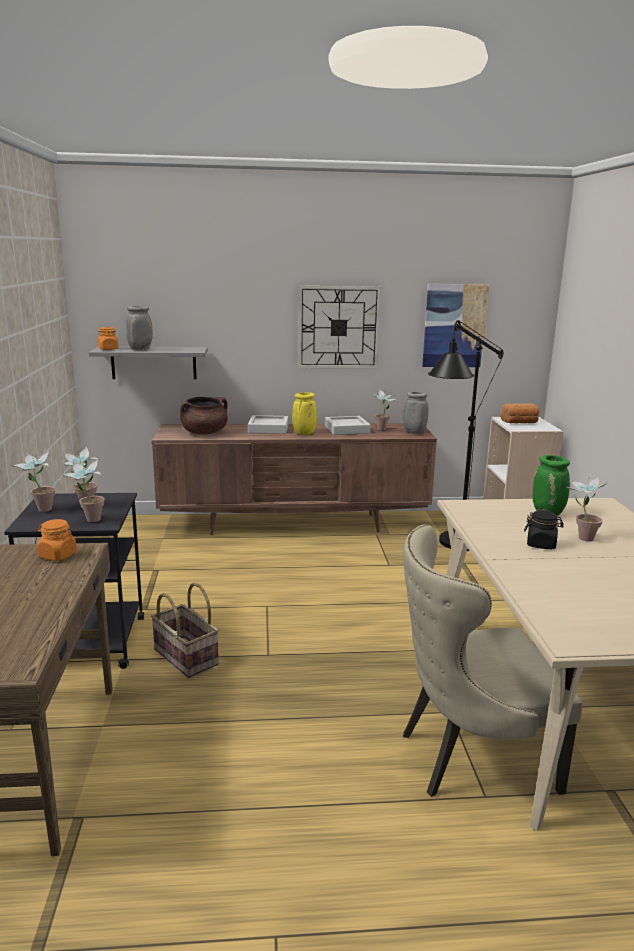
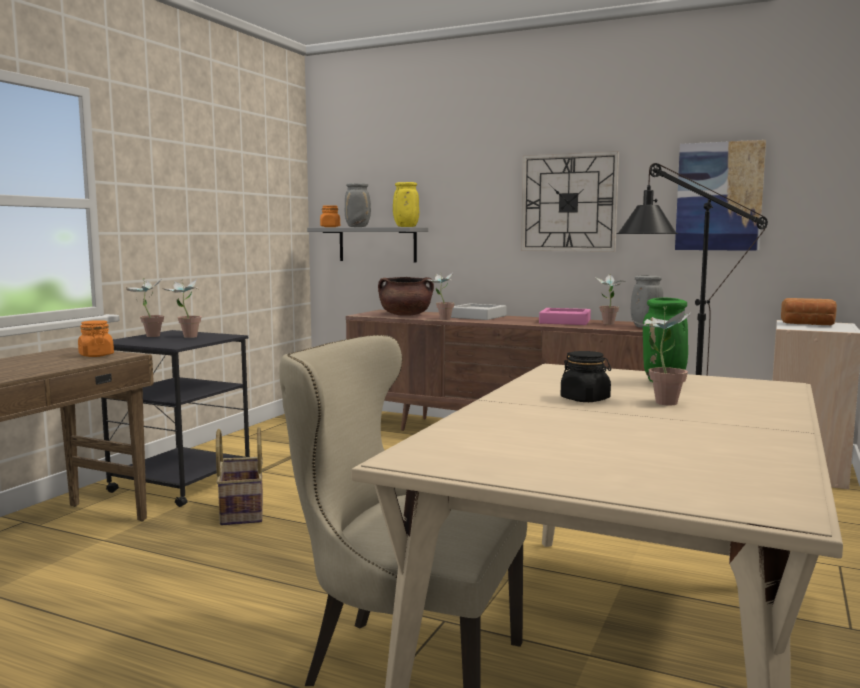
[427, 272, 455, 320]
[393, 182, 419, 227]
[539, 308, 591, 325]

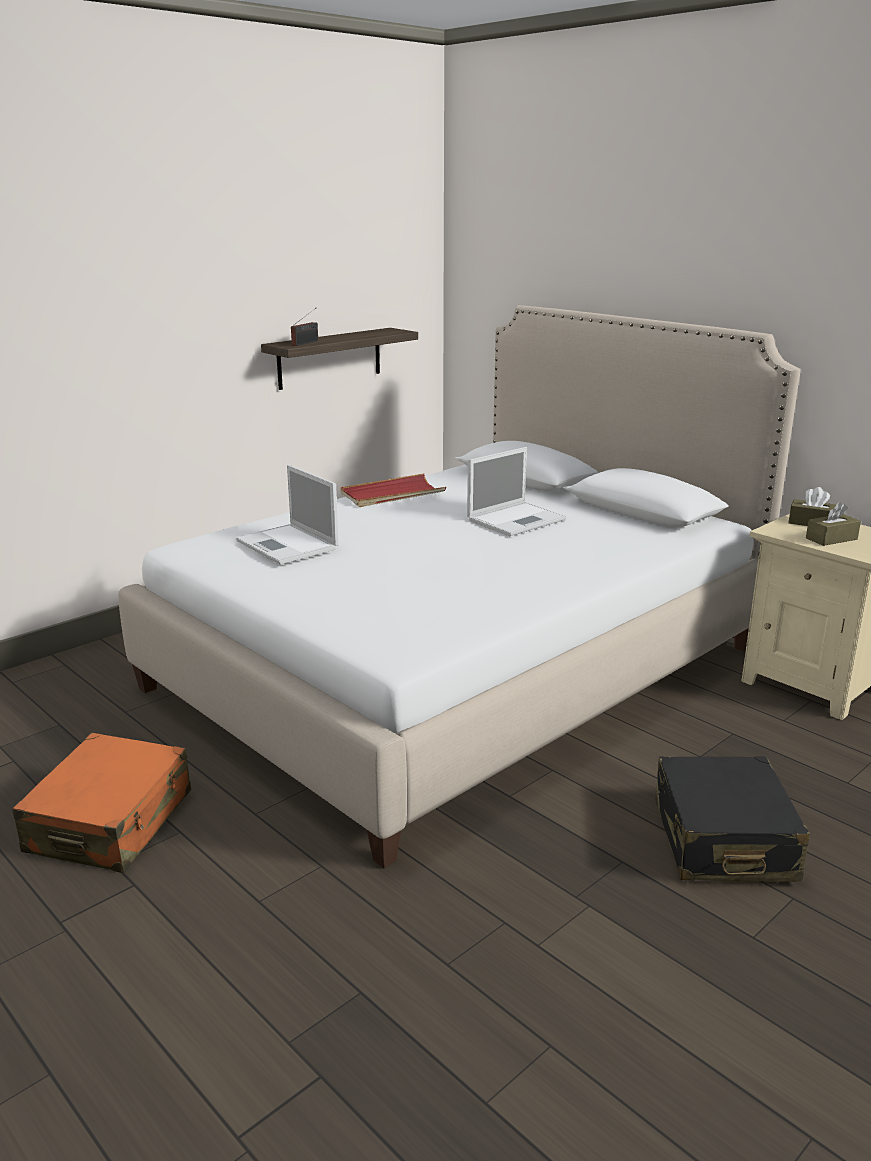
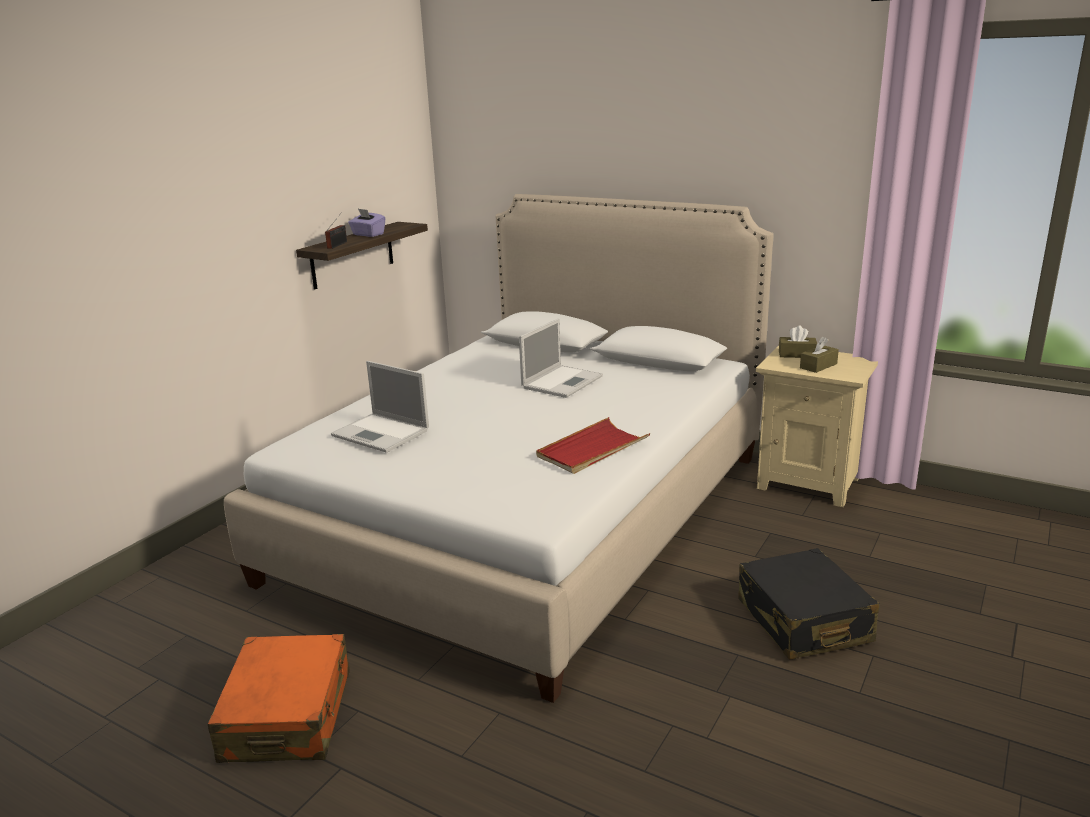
[348, 209, 386, 237]
[536, 417, 650, 474]

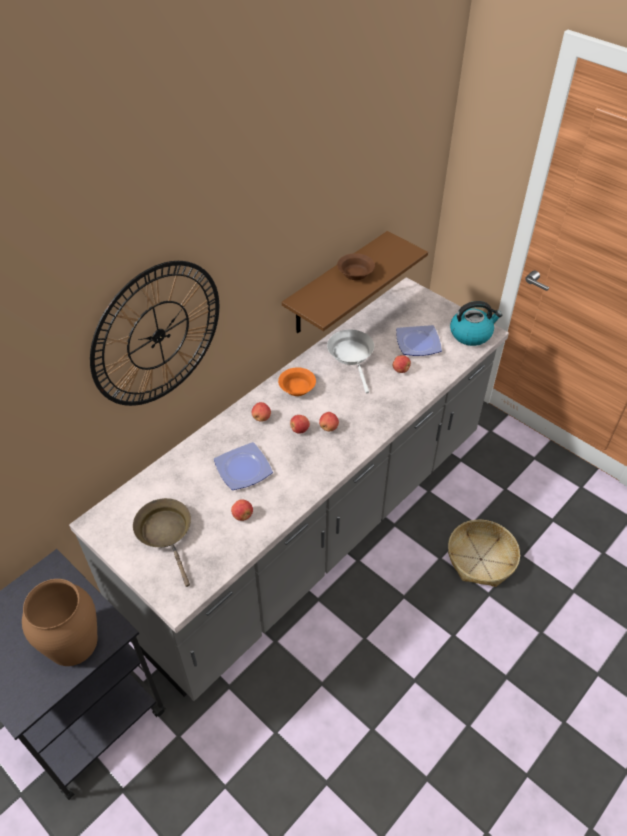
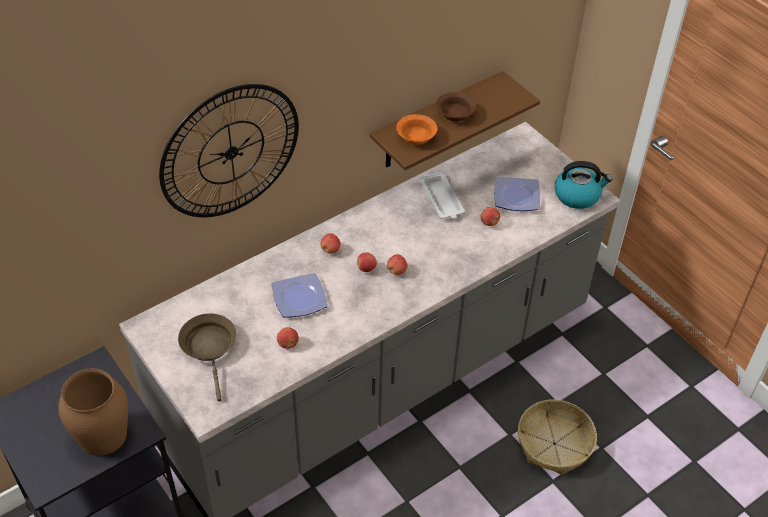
[396, 114, 437, 145]
[419, 172, 465, 219]

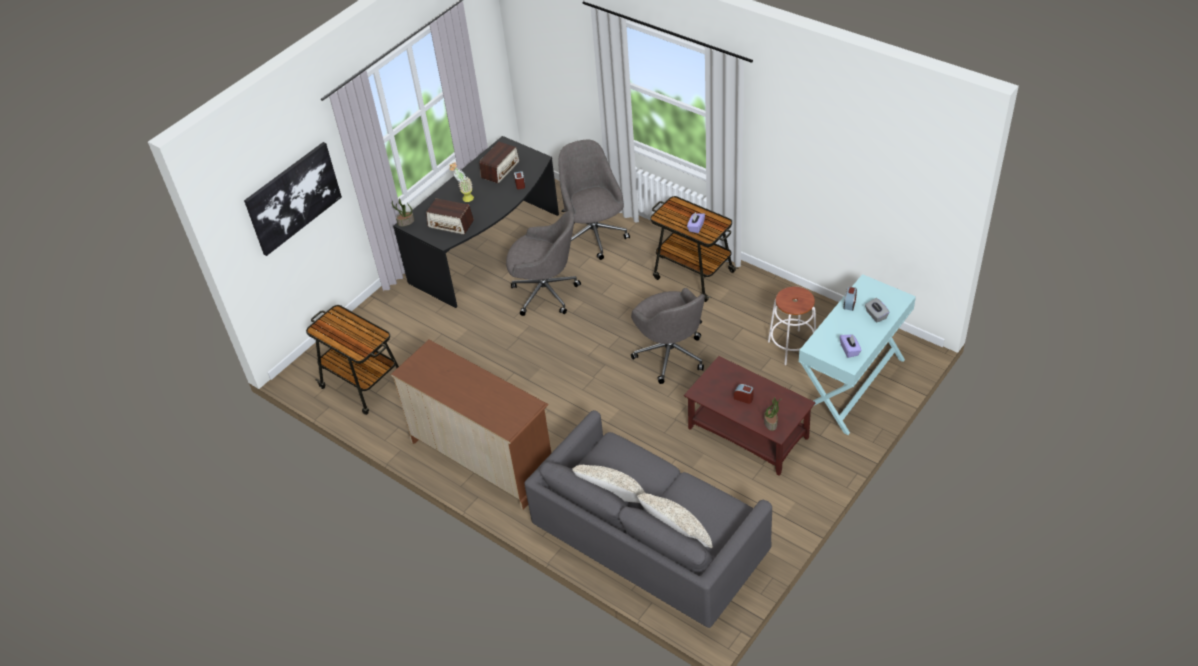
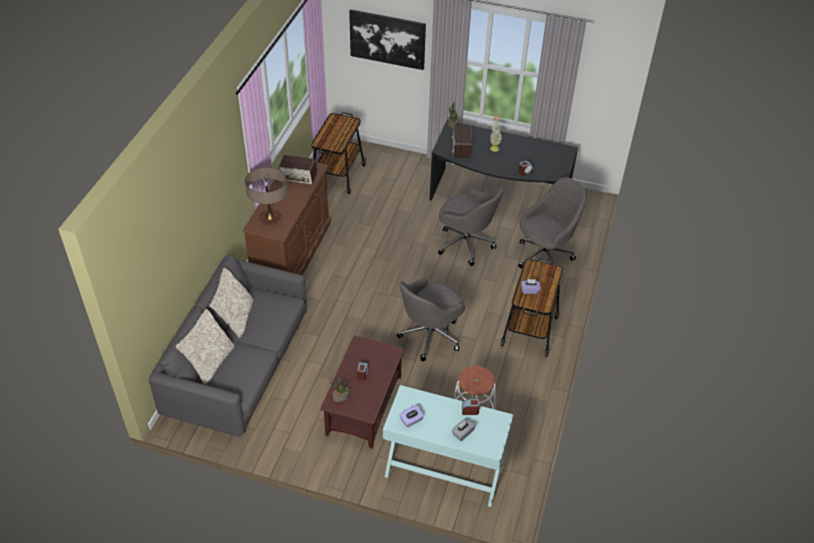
[245, 167, 288, 225]
[279, 155, 317, 185]
[438, 186, 504, 266]

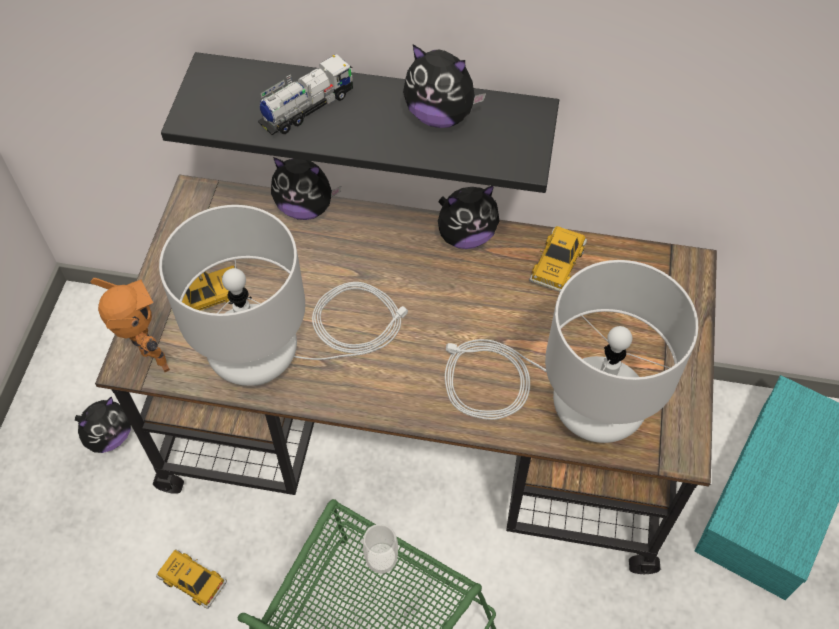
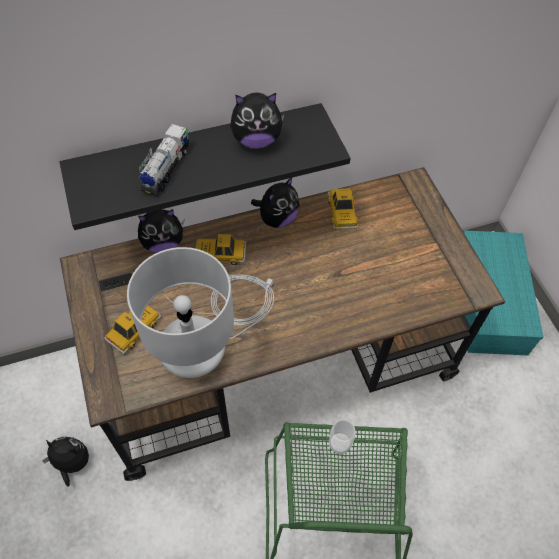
[91, 278, 170, 372] (first image)
[445, 260, 698, 443] (first image)
[195, 234, 246, 265]
[42, 437, 89, 486]

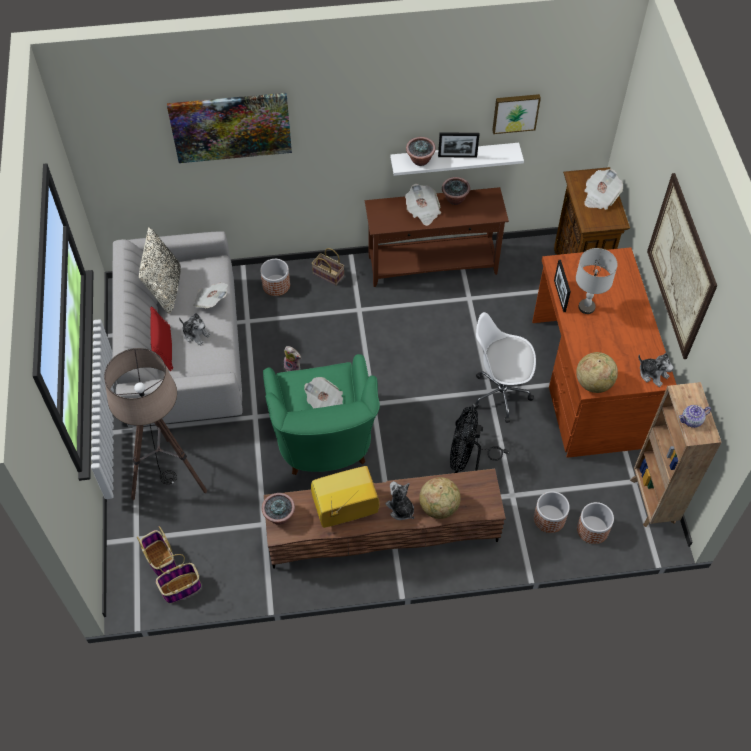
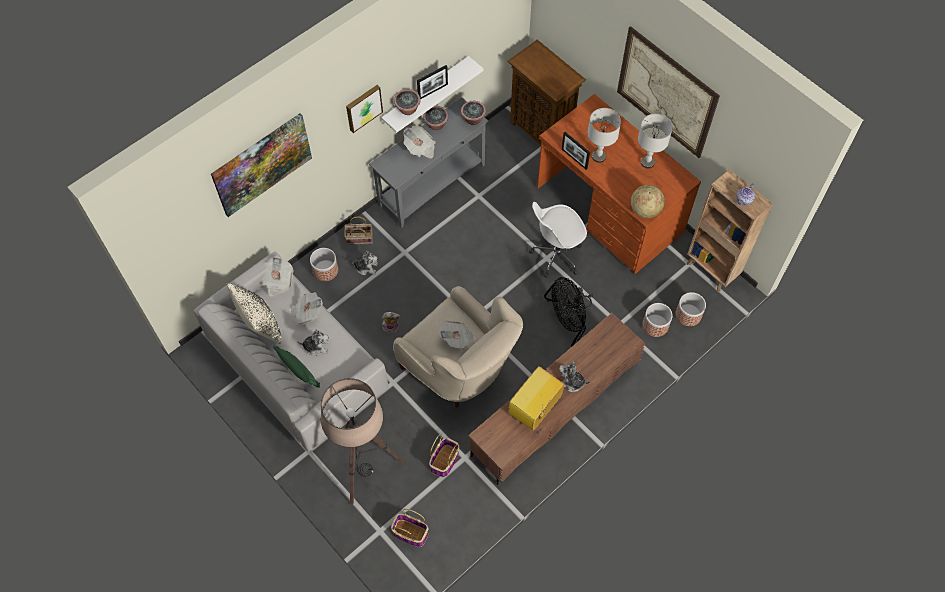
[419, 477, 461, 519] (first image)
[638, 114, 672, 169]
[429, 434, 459, 477]
[461, 101, 486, 125]
[346, 85, 383, 133]
[262, 256, 294, 297]
[349, 251, 378, 275]
[273, 346, 320, 388]
[393, 286, 523, 408]
[369, 97, 488, 228]

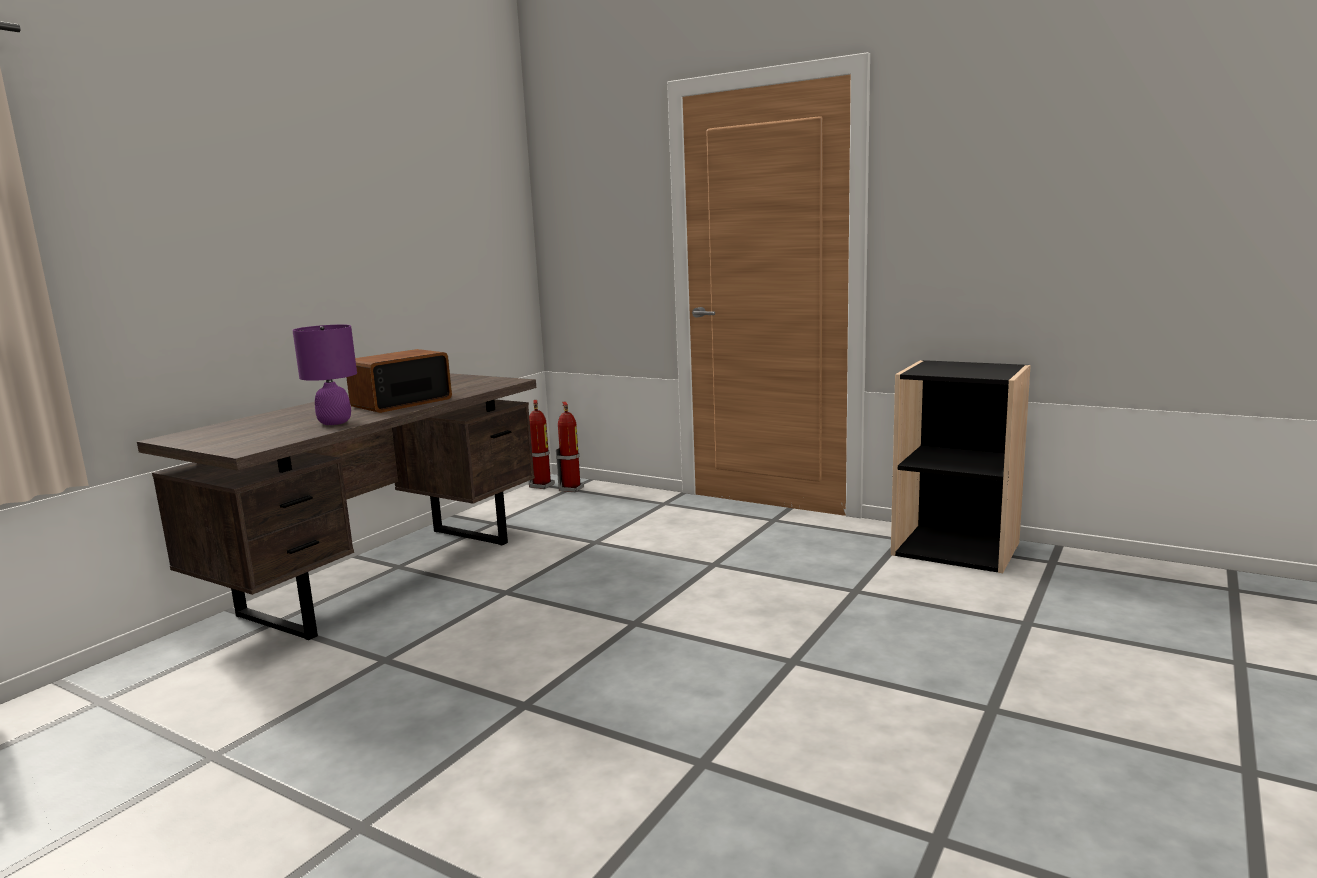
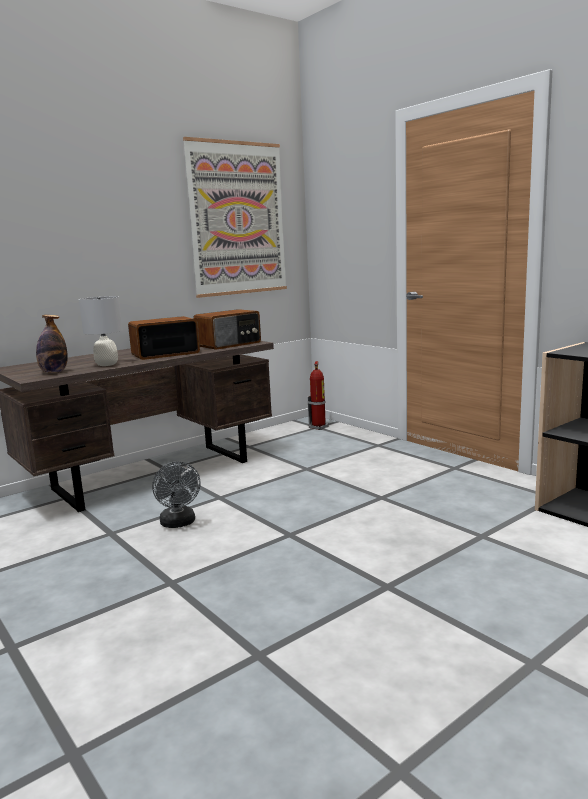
[529, 400, 555, 489] (first image)
[36, 315, 68, 373]
[152, 461, 201, 528]
[183, 137, 287, 298]
[193, 309, 261, 350]
[79, 296, 122, 366]

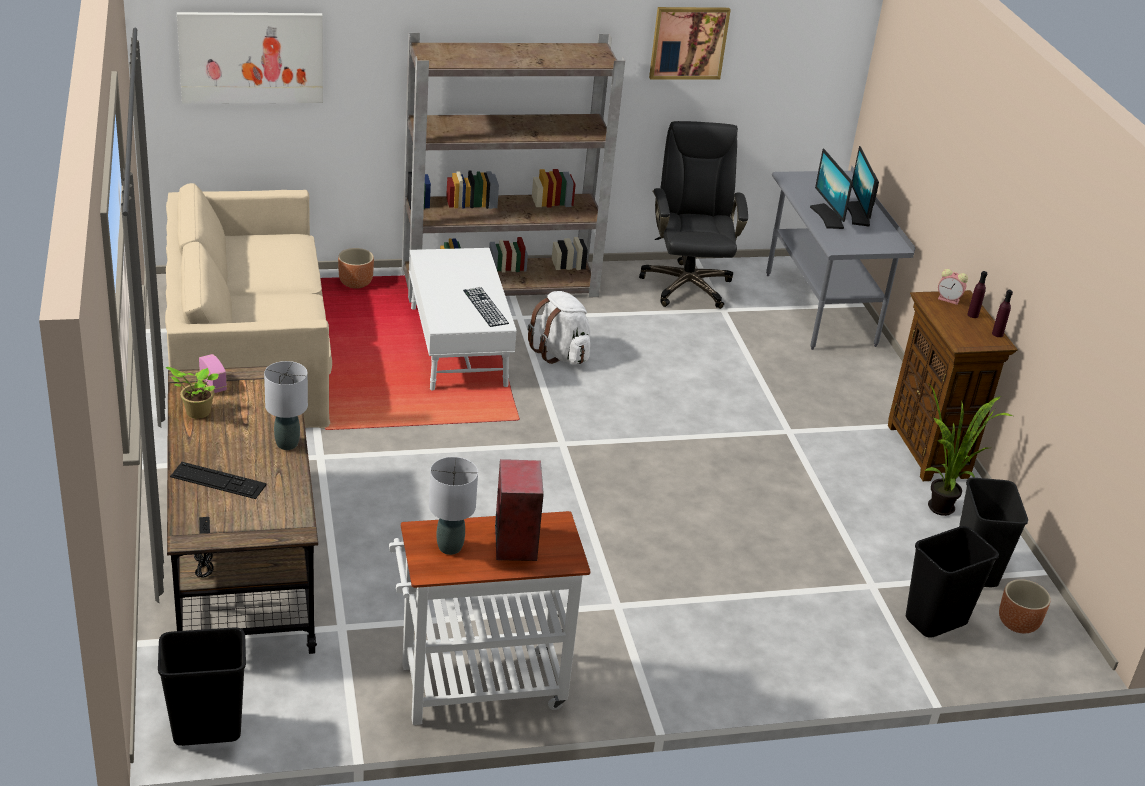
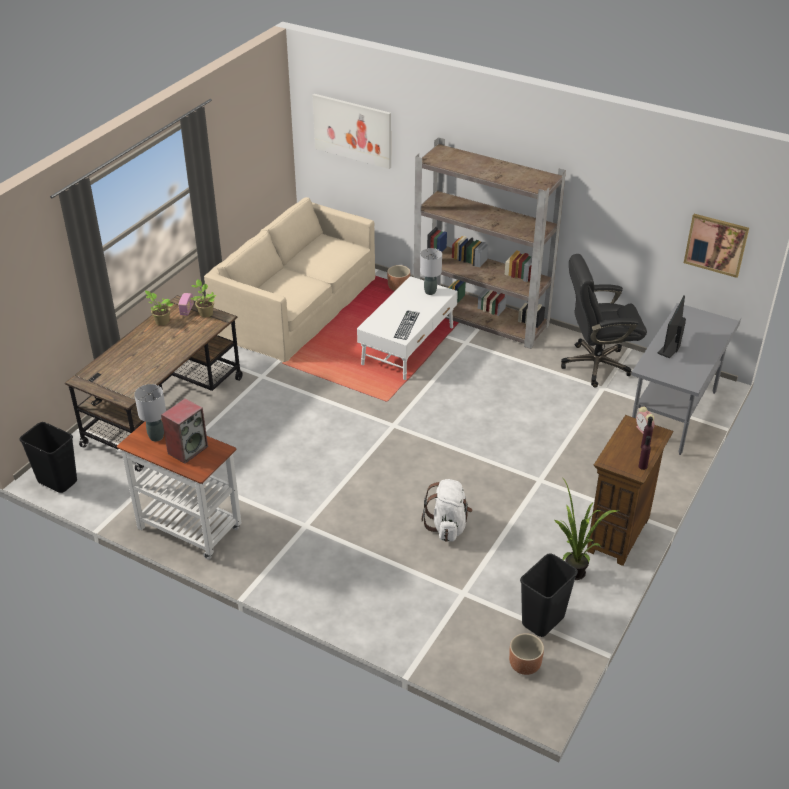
[170, 462, 267, 499] (first image)
[847, 146, 879, 227] (first image)
[906, 526, 999, 638] (first image)
[190, 279, 216, 317]
[420, 248, 442, 295]
[422, 479, 473, 542]
[684, 214, 749, 278]
[561, 254, 647, 387]

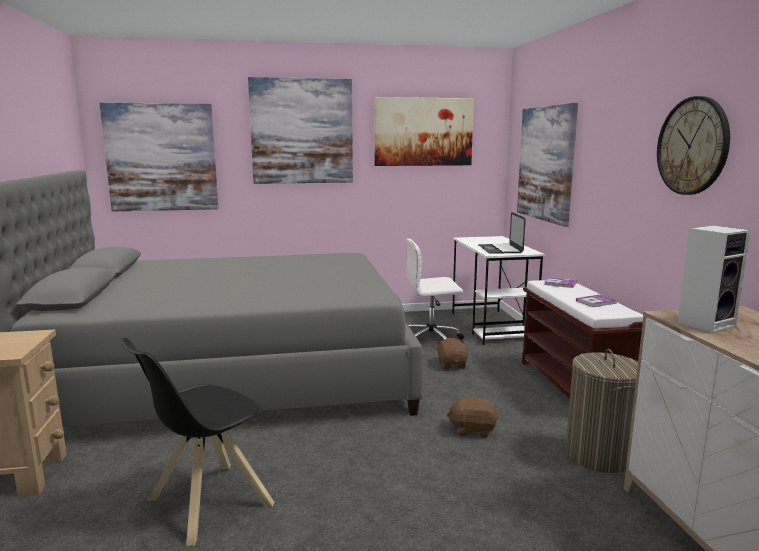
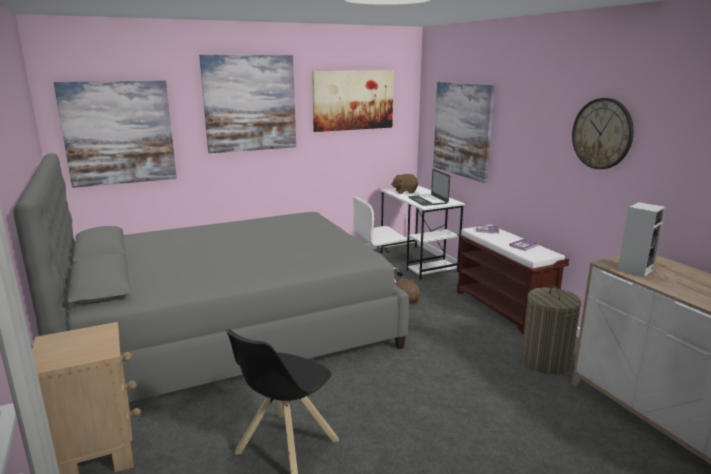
[391, 174, 418, 194]

